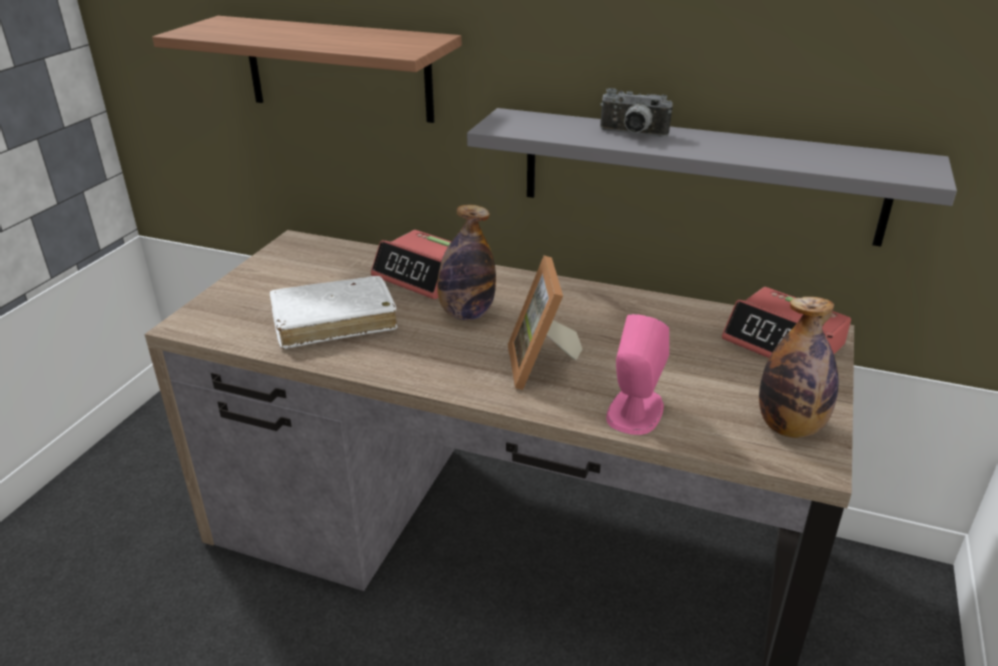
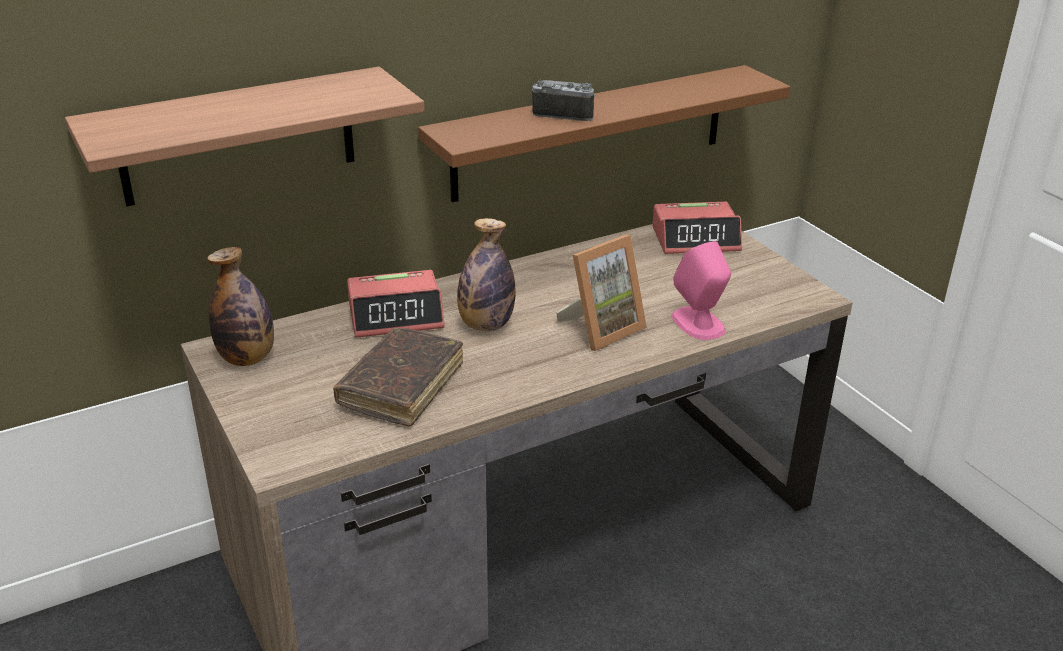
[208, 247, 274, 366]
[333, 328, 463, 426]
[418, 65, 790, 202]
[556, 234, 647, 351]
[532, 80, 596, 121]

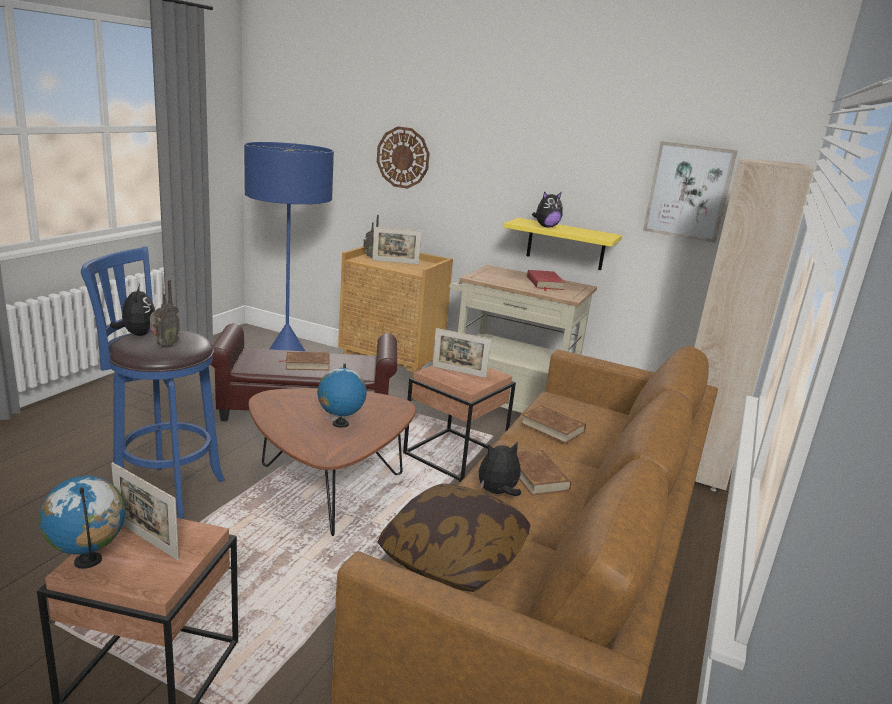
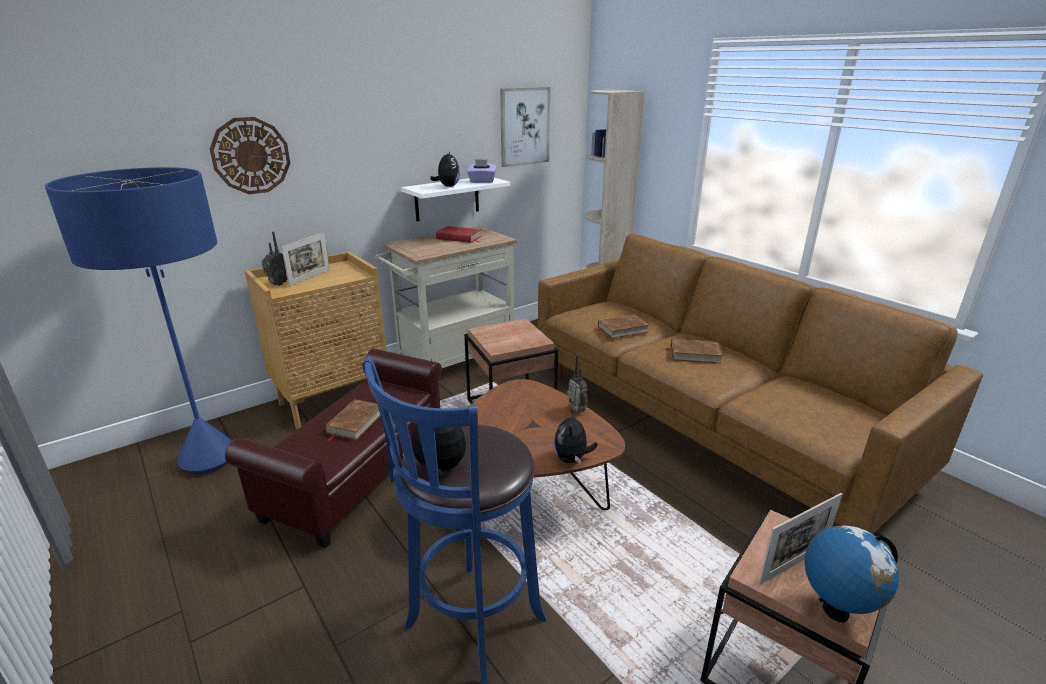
[318, 364, 367, 428] (first image)
[377, 484, 531, 592] (first image)
[432, 328, 491, 378] (first image)
[467, 159, 496, 183]
[566, 355, 588, 413]
[554, 409, 598, 464]
[401, 178, 510, 221]

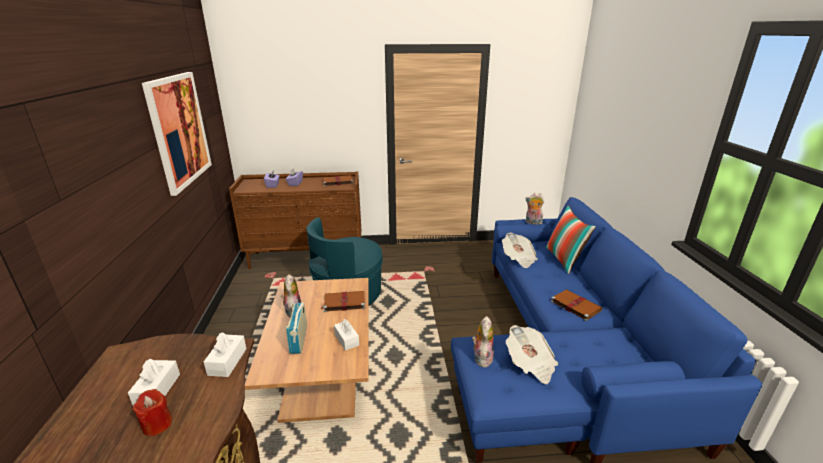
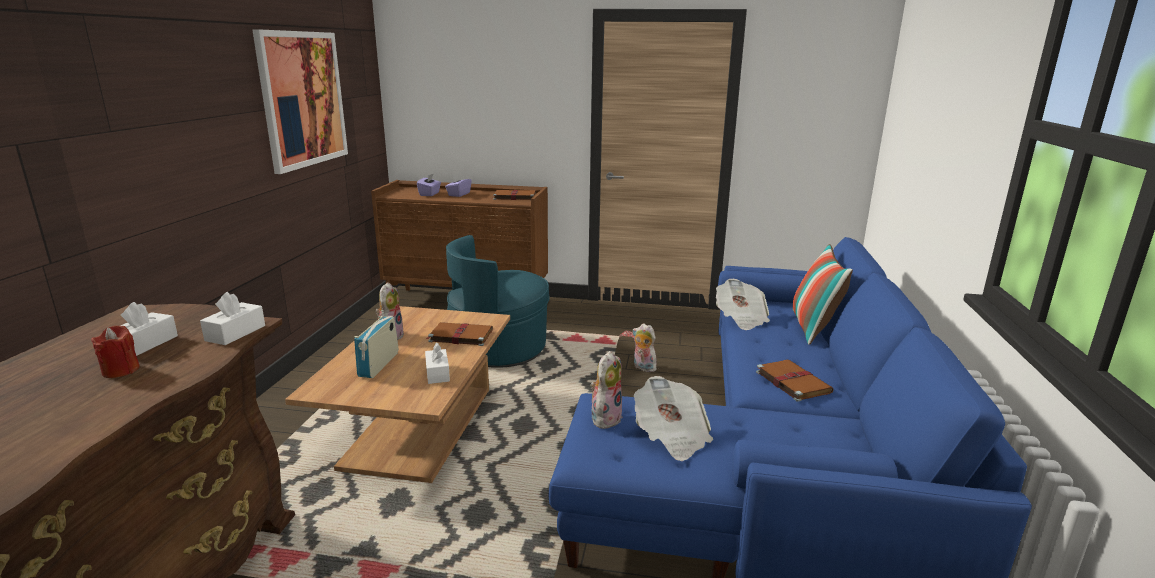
[632, 324, 657, 372]

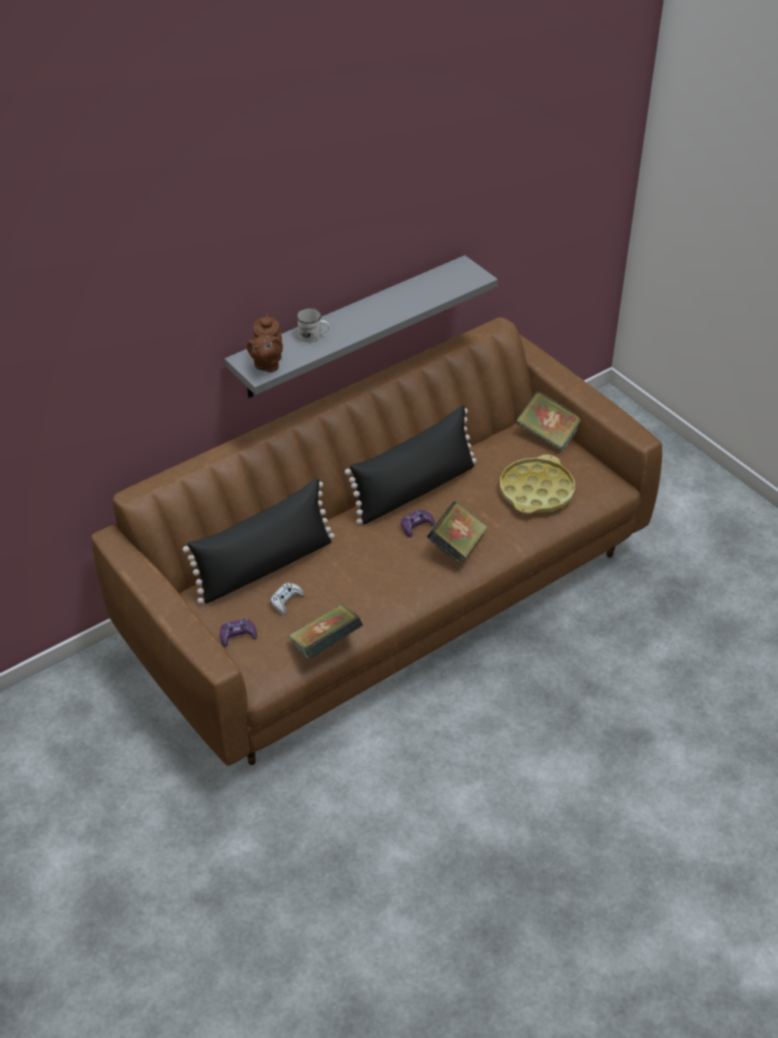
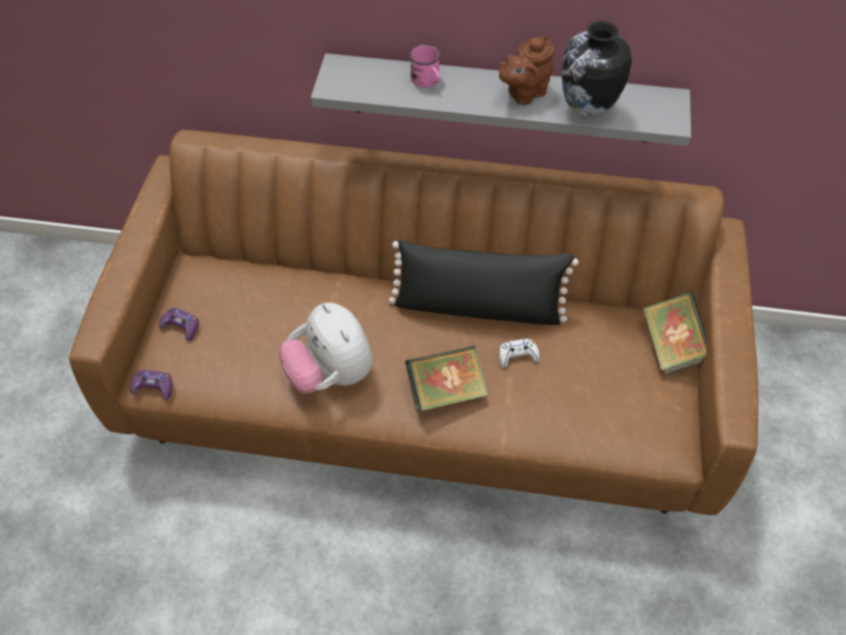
[182, 479, 335, 604] (first image)
[288, 604, 363, 659] (first image)
[500, 454, 575, 514] (first image)
[279, 303, 373, 394]
[561, 21, 632, 119]
[499, 35, 555, 105]
[499, 339, 540, 368]
[130, 370, 172, 400]
[409, 44, 440, 88]

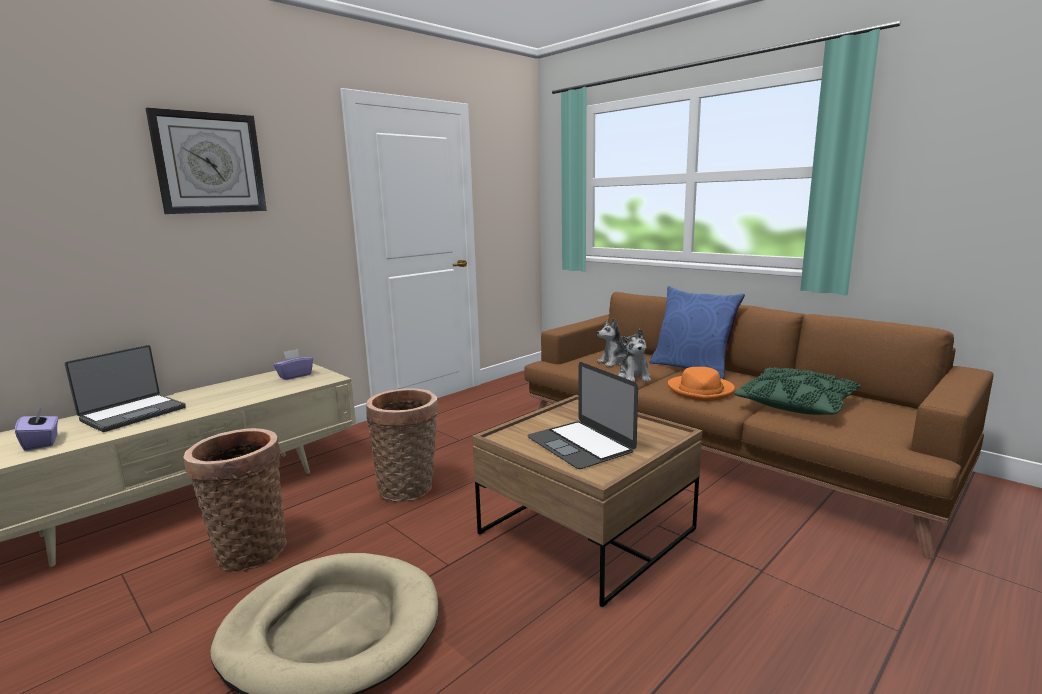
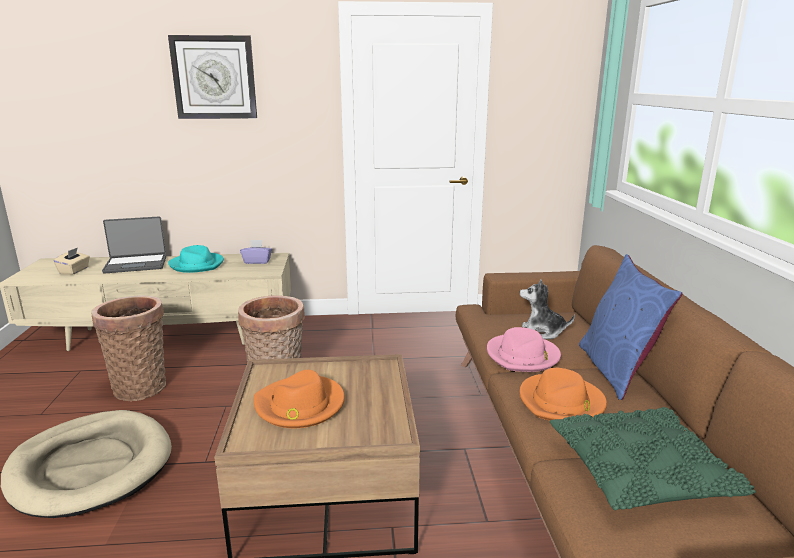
[168, 245, 224, 273]
[254, 370, 345, 428]
[487, 327, 561, 372]
[54, 247, 90, 275]

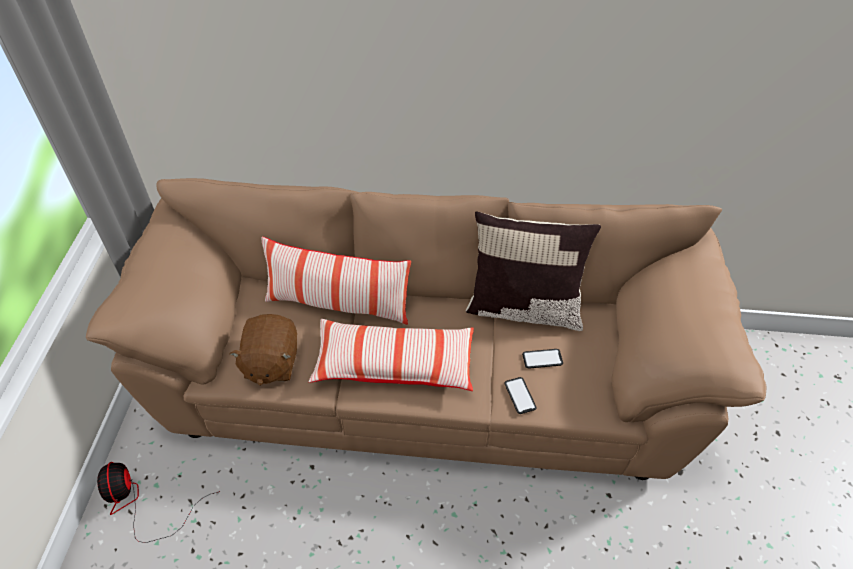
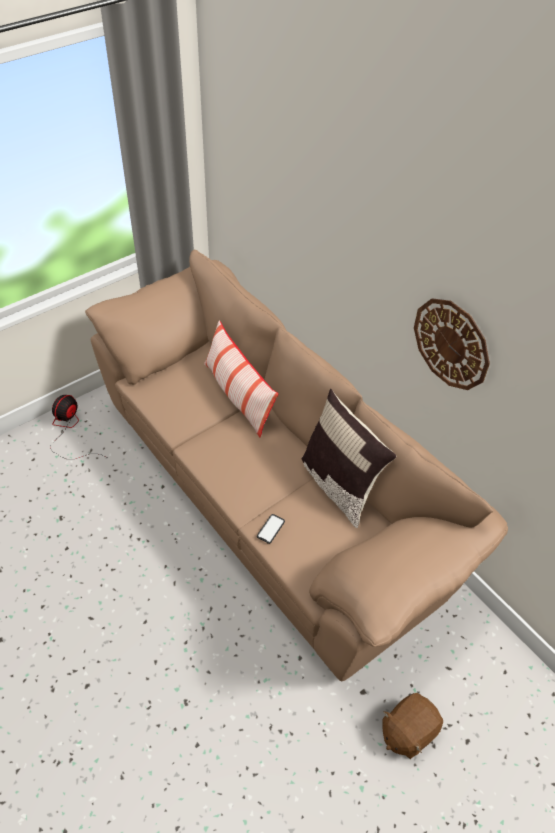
[308, 319, 474, 391] (first image)
[522, 349, 563, 369] (first image)
[414, 299, 490, 390]
[382, 693, 443, 759]

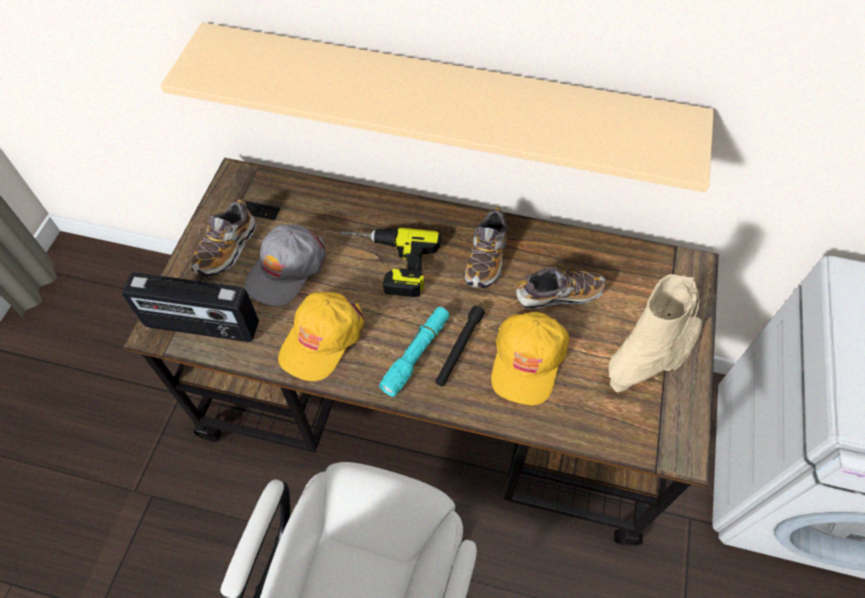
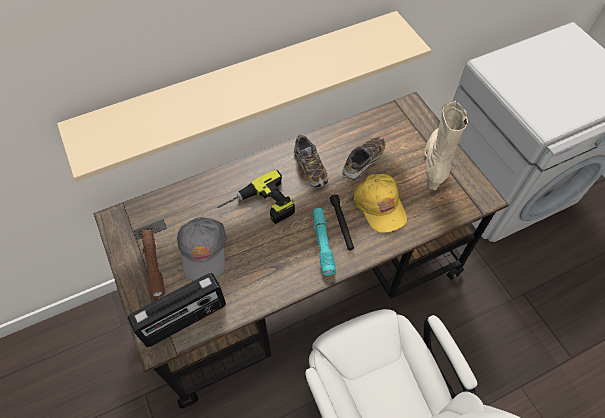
[278, 292, 364, 381] (first image)
[142, 230, 165, 299]

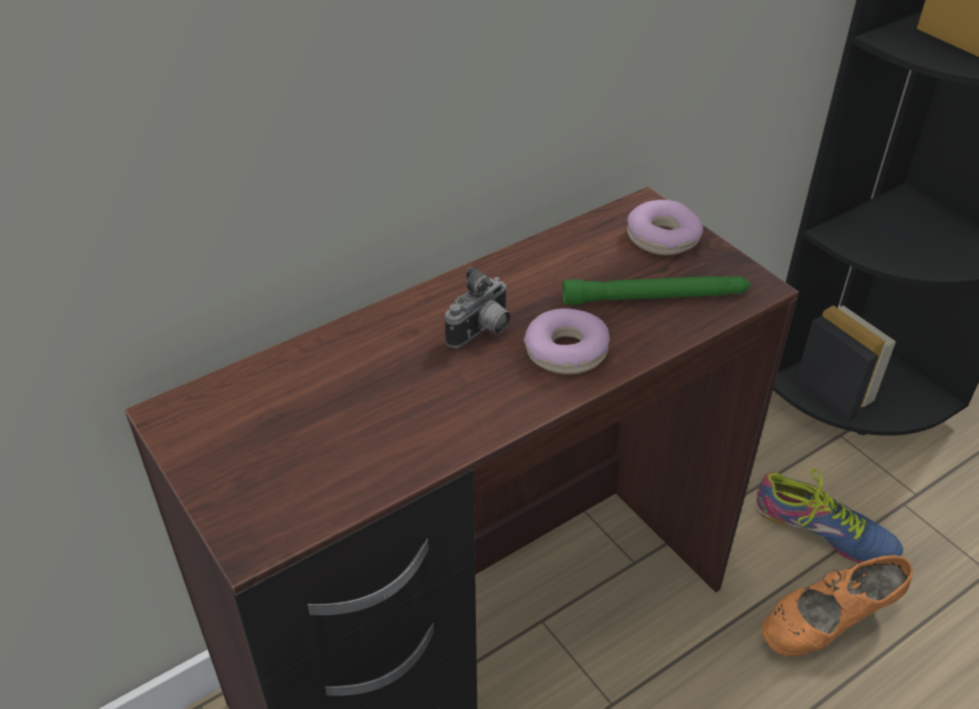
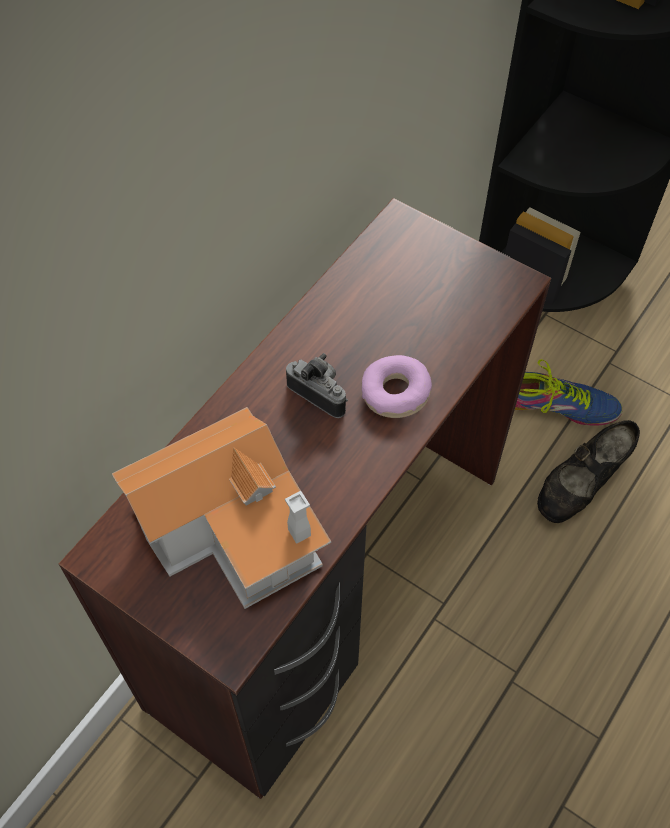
[562, 276, 751, 305] (first image)
[627, 200, 703, 255] (first image)
[112, 407, 331, 609]
[537, 420, 640, 523]
[286, 353, 348, 418]

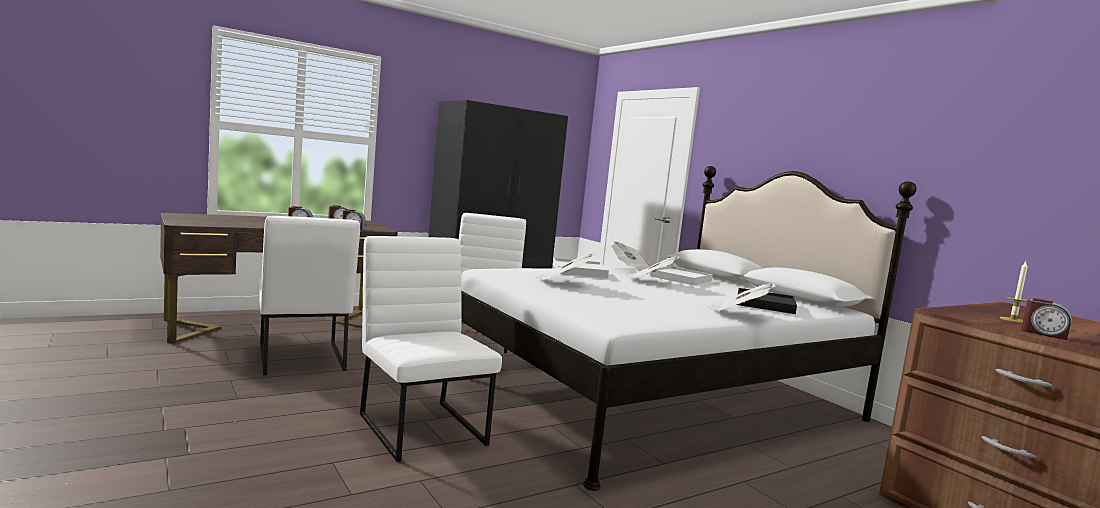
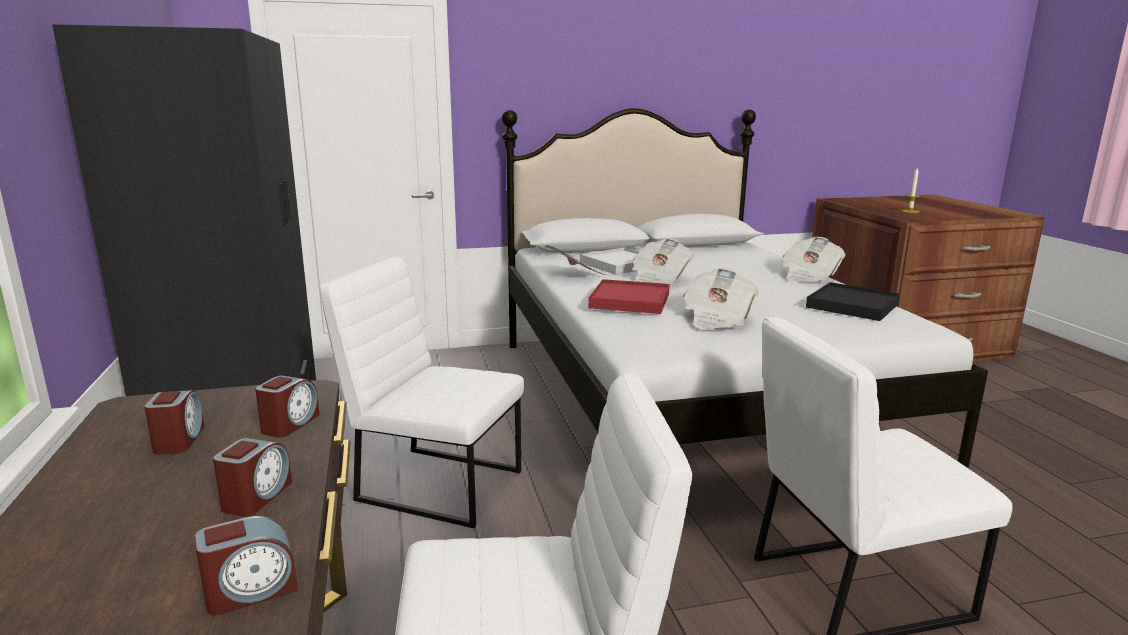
[806, 282, 900, 321]
[195, 516, 298, 615]
[588, 279, 670, 314]

